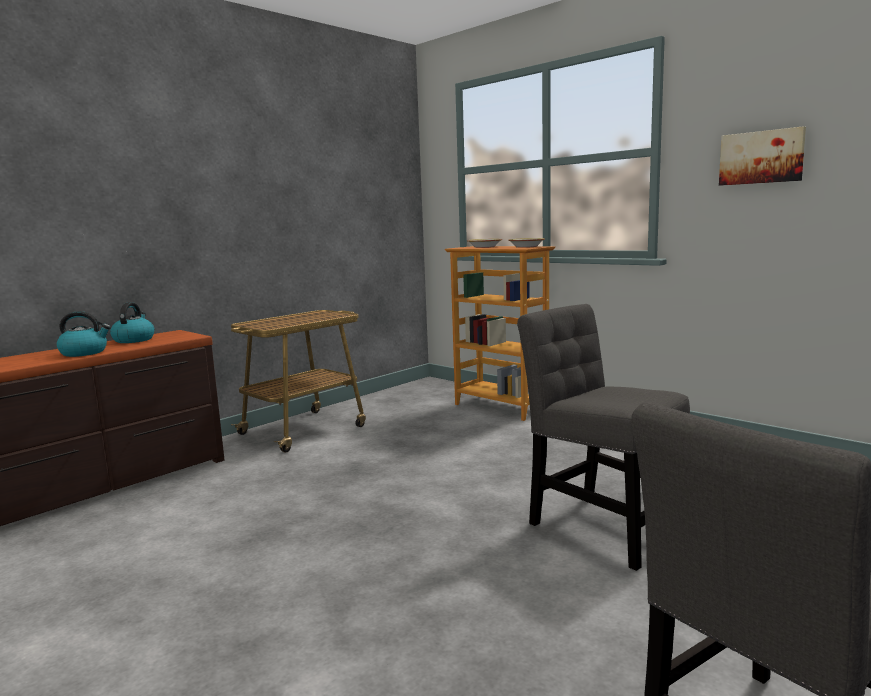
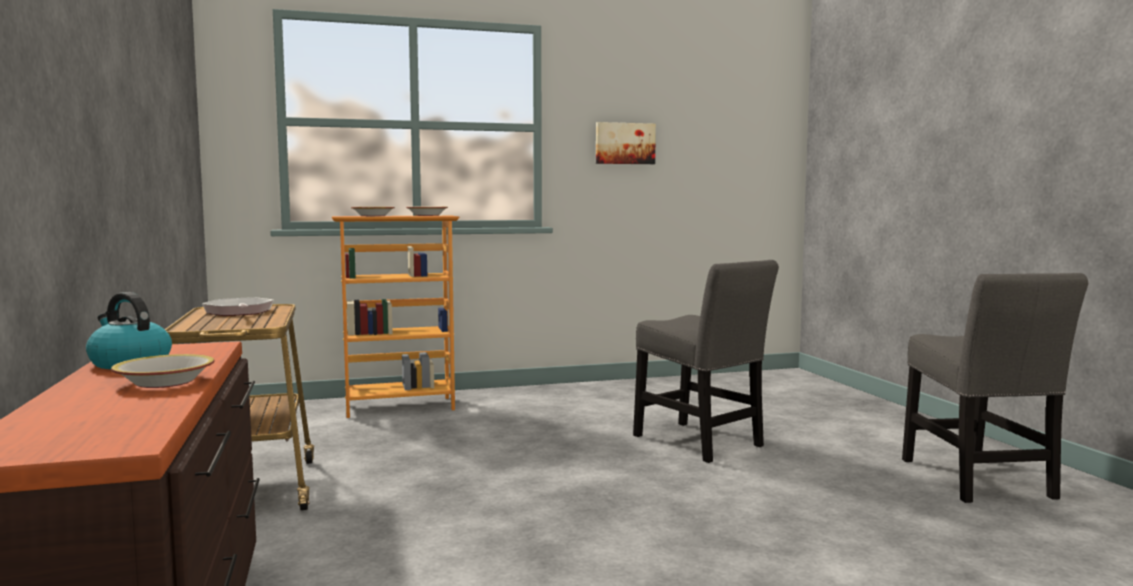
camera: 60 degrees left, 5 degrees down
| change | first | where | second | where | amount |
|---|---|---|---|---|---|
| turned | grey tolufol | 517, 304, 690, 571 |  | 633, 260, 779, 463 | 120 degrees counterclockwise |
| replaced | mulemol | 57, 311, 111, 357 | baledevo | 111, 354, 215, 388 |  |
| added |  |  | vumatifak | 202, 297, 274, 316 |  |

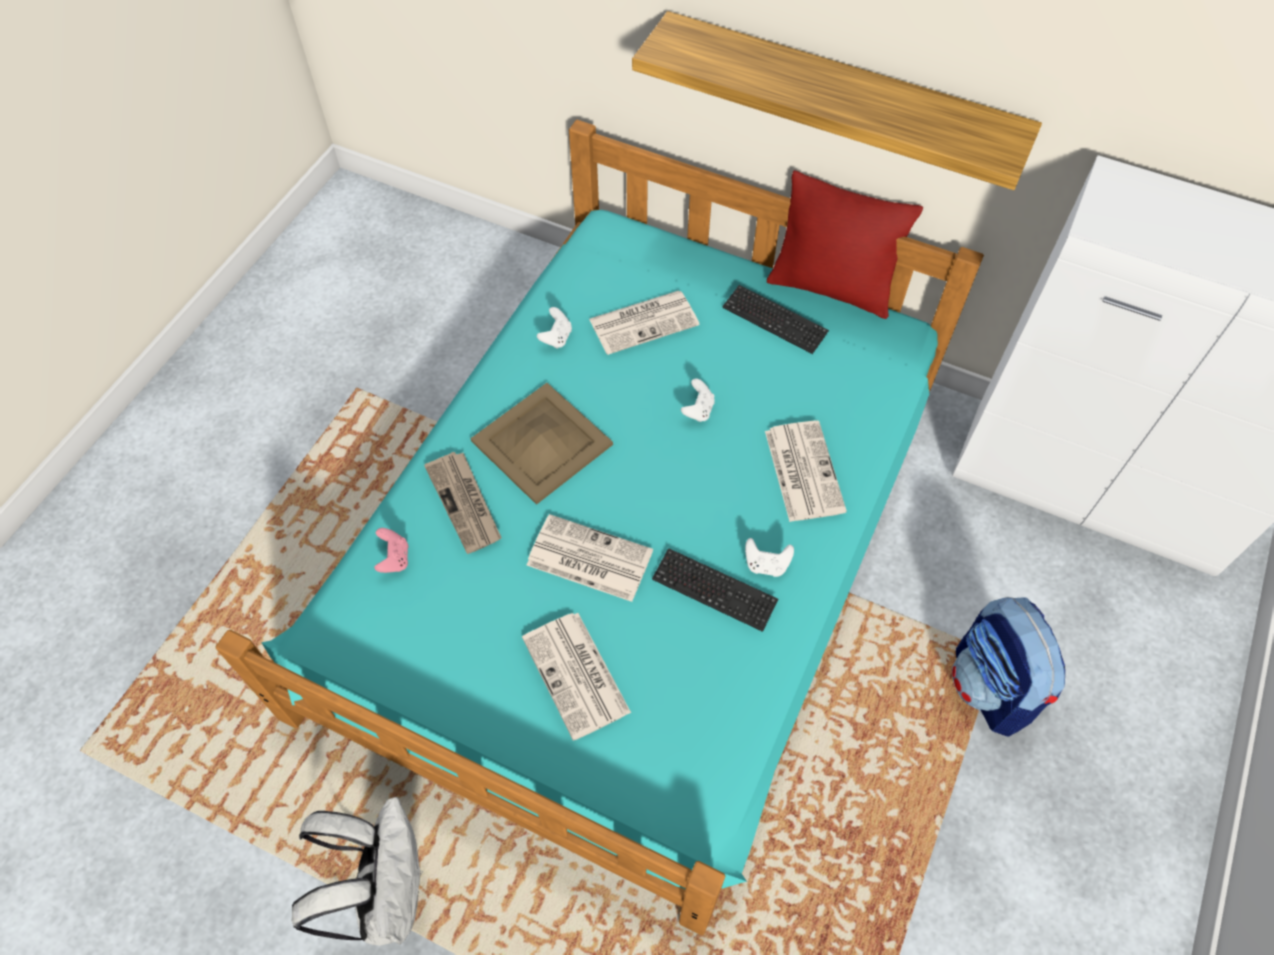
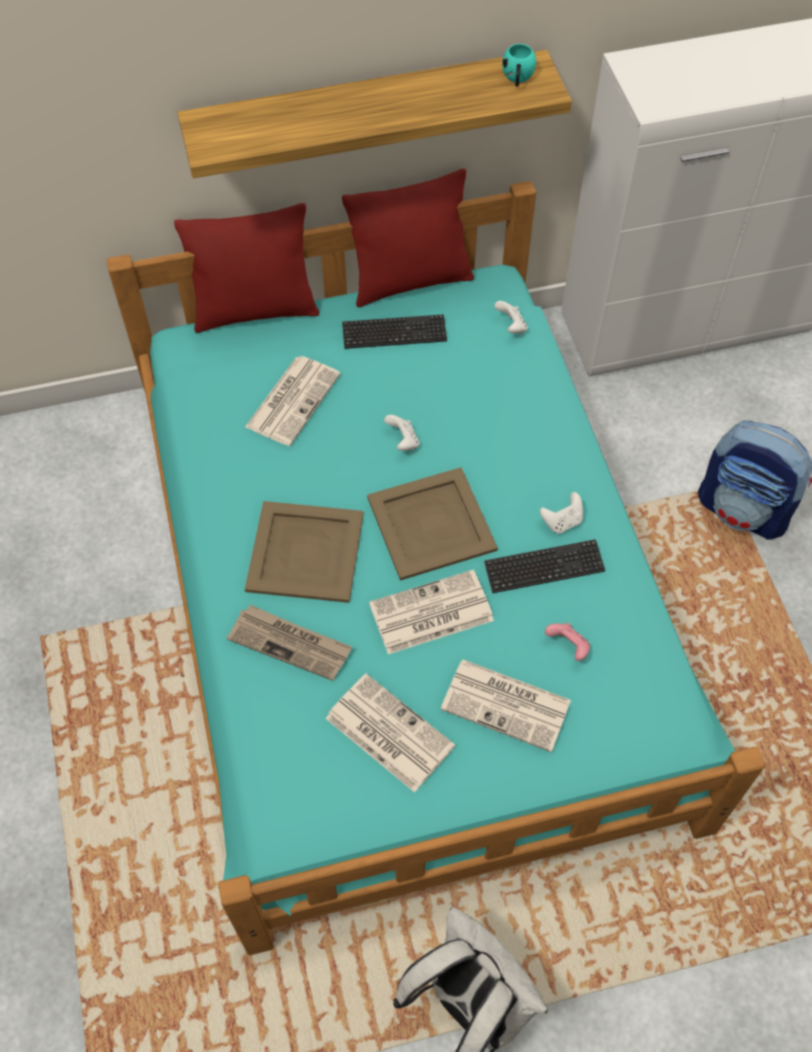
camera: 40 degrees left, 0 degrees up
| change | first | where | second | where | amount |
|---|---|---|---|---|---|
| moved | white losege | 537, 307, 572, 349 |  | 494, 301, 527, 334 |  |
| moved | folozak | 765, 420, 847, 522 |  | 325, 674, 455, 792 |  |
| moved | pink losege | 374, 528, 408, 573 |  | 545, 622, 590, 661 |  |
| added |  |  | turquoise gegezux | 502, 44, 536, 87 |  |
| added |  |  | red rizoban | 174, 203, 319, 333 |  |
| added |  |  | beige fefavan | 367, 467, 498, 581 |  |

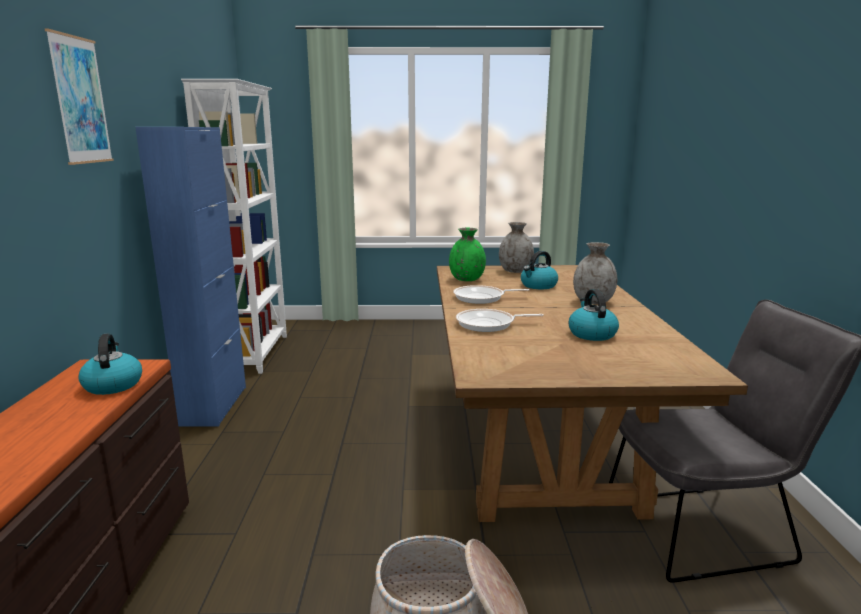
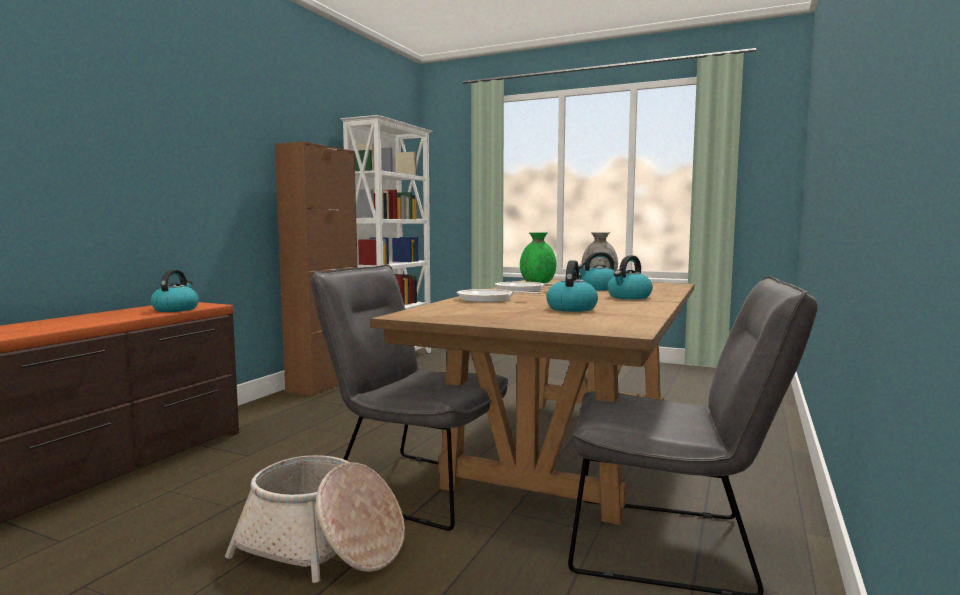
camera: 25 degrees right, 10 degrees down
| change | first | where | second | where | amount |
|---|---|---|---|---|---|
| removed | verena | 44, 28, 114, 165 |  |  |  |
| recoloured | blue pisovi | 135, 127, 246, 427 | brown pisovi | 275, 141, 358, 396 |  |
| replaced | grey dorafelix | 573, 242, 617, 304 | mulemol | 607, 255, 653, 299 |  |
| added |  |  | grey tolufol | 311, 265, 509, 531 |  |

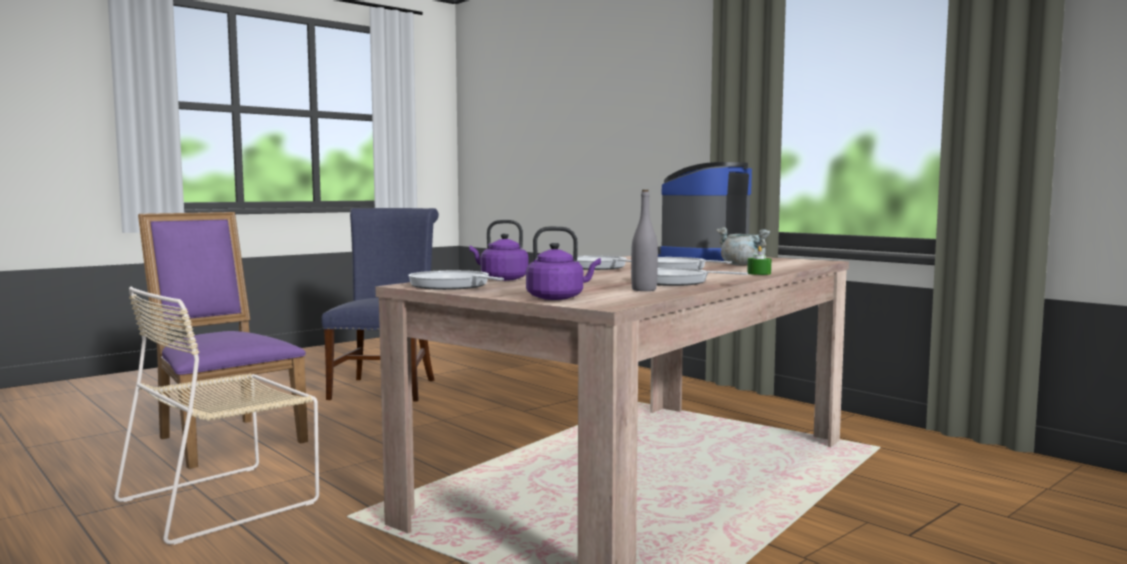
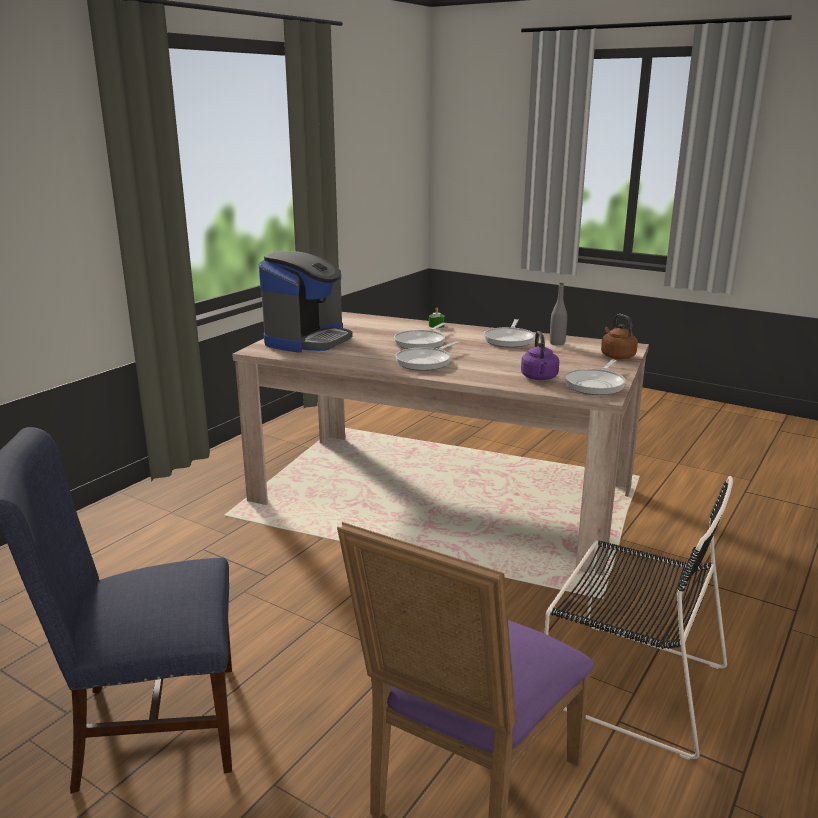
camera: 105 degrees left, 15 degrees up
| change | first | where | second | where | amount |
|---|---|---|---|---|---|
| turned | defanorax | 658, 162, 752, 262 |  | 259, 251, 353, 353 | 90 degrees counterclockwise |
| recoloured | purple mulemol | 526, 226, 601, 300 | brown mulemol | 601, 314, 638, 359 |  |
| removed | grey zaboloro | 716, 227, 771, 266 |  |  |  |
| recoloured | beige tolufol | 114, 287, 319, 545 | black tolufol | 545, 476, 733, 760 |  |

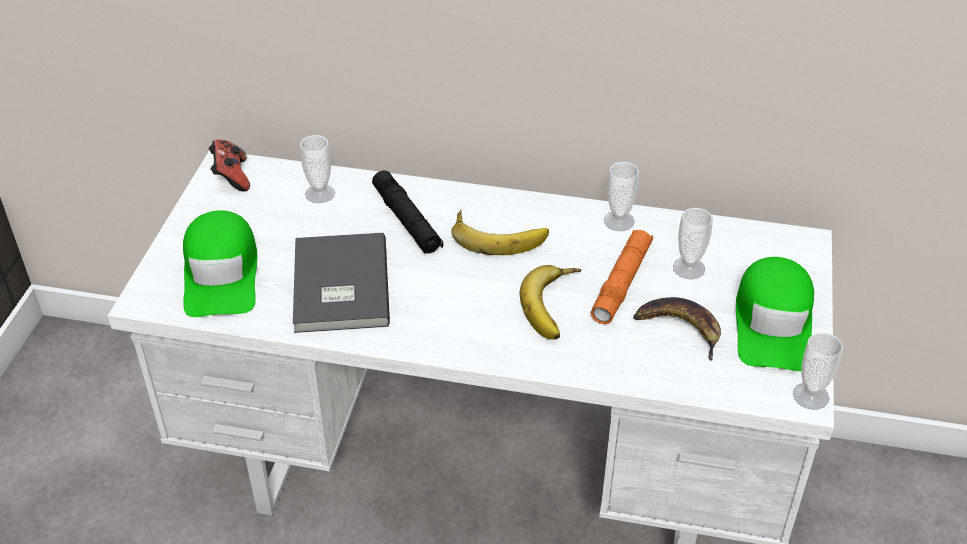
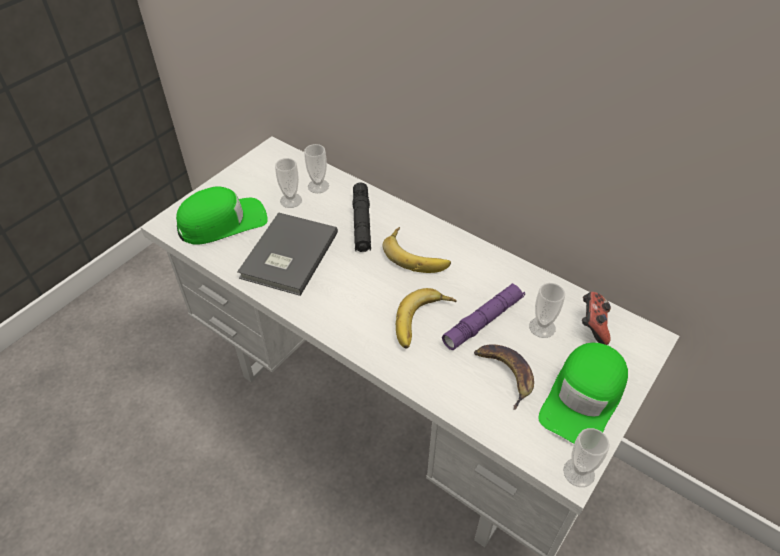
camera: 25 degrees right, 5 degrees up
| change | first | where | second | where | amount |
|---|---|---|---|---|---|
| moved | losege | 209, 139, 250, 192 |  | 582, 292, 611, 345 |  |
| moved | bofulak | 604, 162, 639, 231 |  | 275, 158, 302, 208 |  |
| turned | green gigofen | 183, 210, 257, 317 |  | 176, 186, 268, 244 | 135 degrees counterclockwise |
| recoloured | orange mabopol | 591, 230, 653, 324 | purple mabopol | 442, 283, 525, 350 |  |

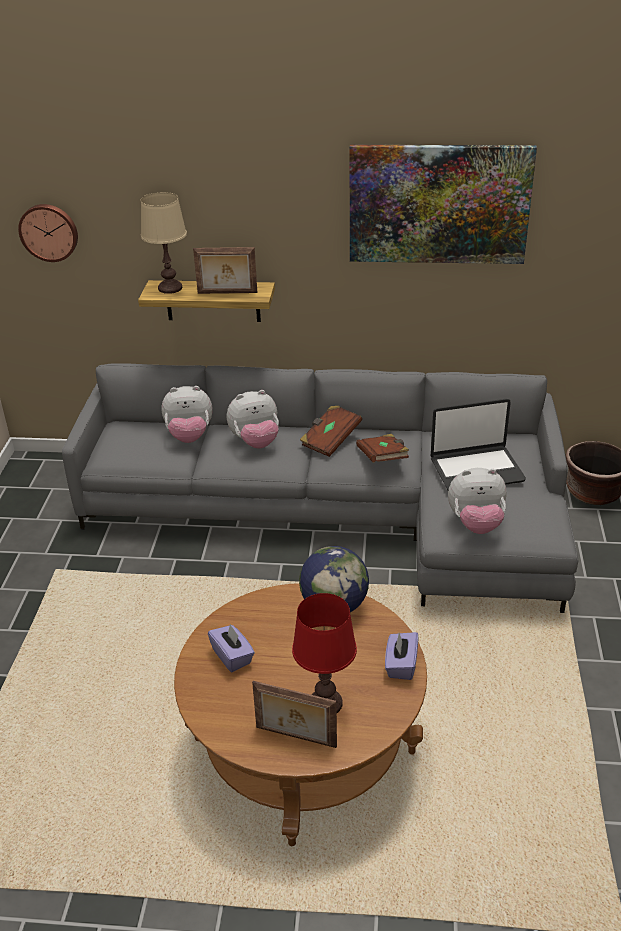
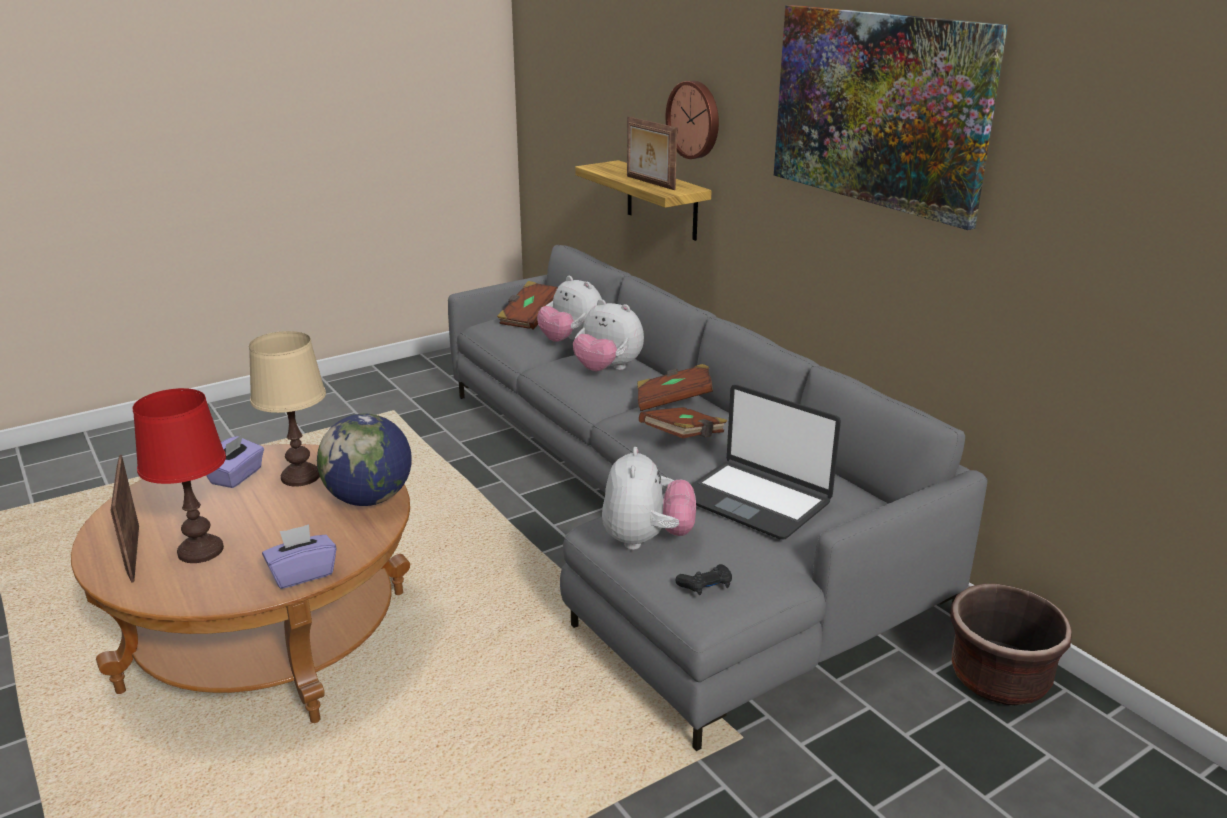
camera: 50 degrees right, 10 degrees down
| change | first | where | second | where | amount |
|---|---|---|---|---|---|
| moved | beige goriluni | 141, 192, 187, 294 |  | 249, 331, 326, 487 |  |
| moved | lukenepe | 18, 204, 78, 262 |  | 666, 81, 719, 159 |  |
| turned | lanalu | 448, 468, 507, 534 |  | 602, 447, 696, 550 | 135 degrees counterclockwise |
| added |  |  | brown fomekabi | 497, 281, 558, 330 |  |
| added |  |  | black losege | 676, 564, 732, 595 |  |

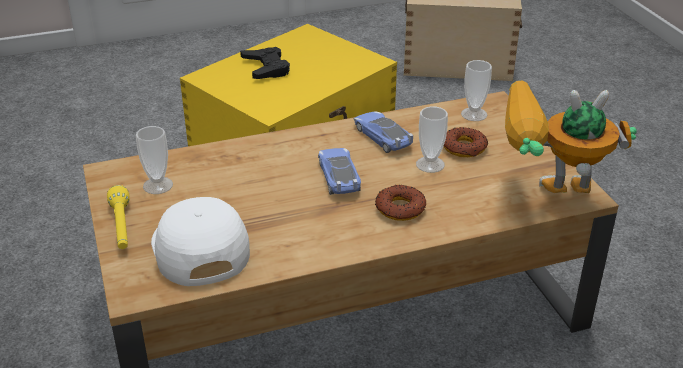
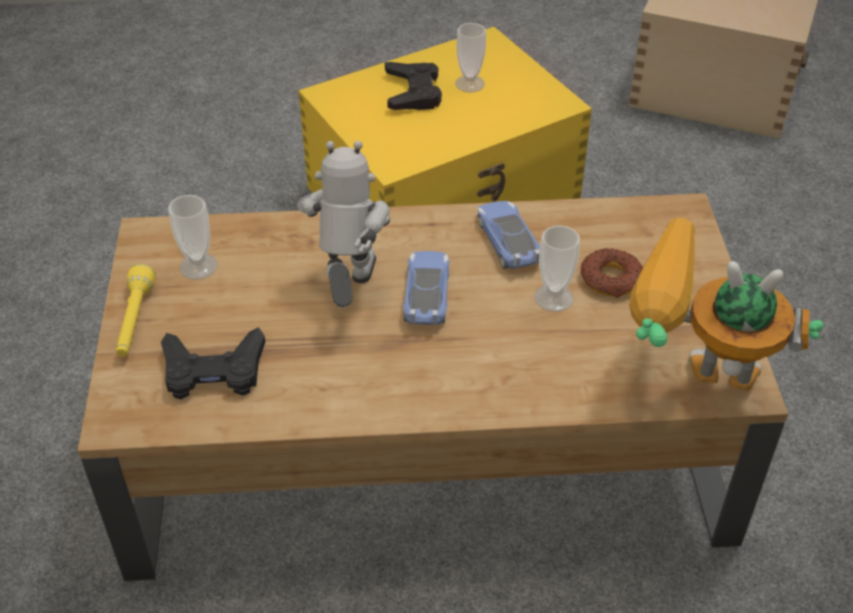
camera: 15 degrees right, 10 degrees up
| change | first | where | second | where | amount |
|---|---|---|---|---|---|
| moved | bofulak | 461, 60, 492, 121 |  | 455, 23, 486, 93 |  |
| removed | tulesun | 375, 185, 426, 221 |  |  |  |
| replaced | white gigofen | 151, 197, 250, 286 | black losege | 161, 327, 265, 399 |  |
| added |  |  | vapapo | 297, 141, 390, 308 |  |

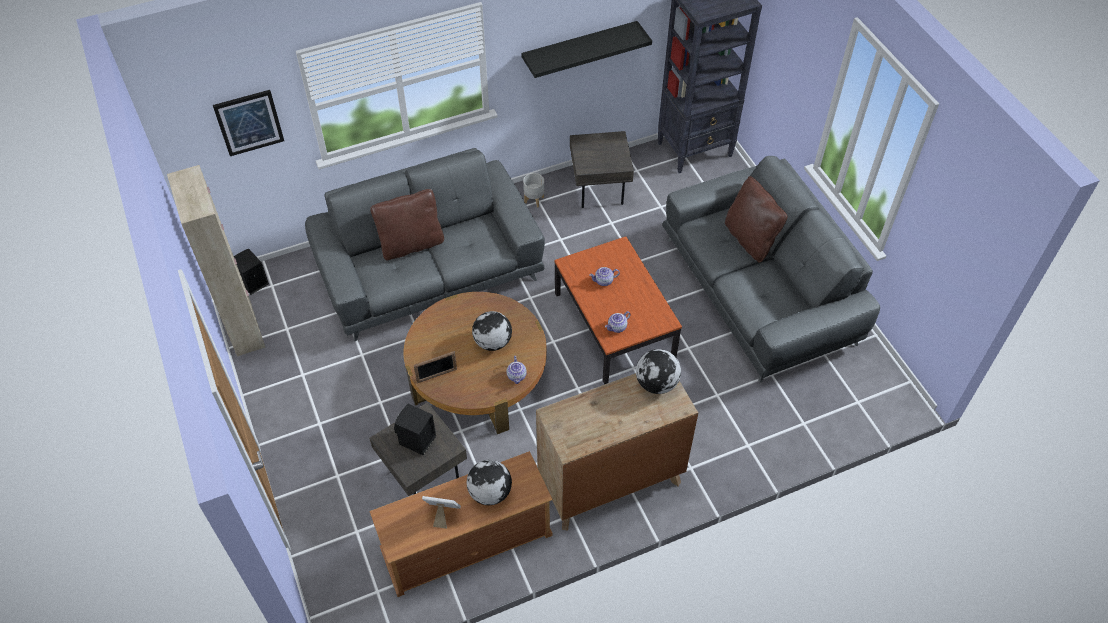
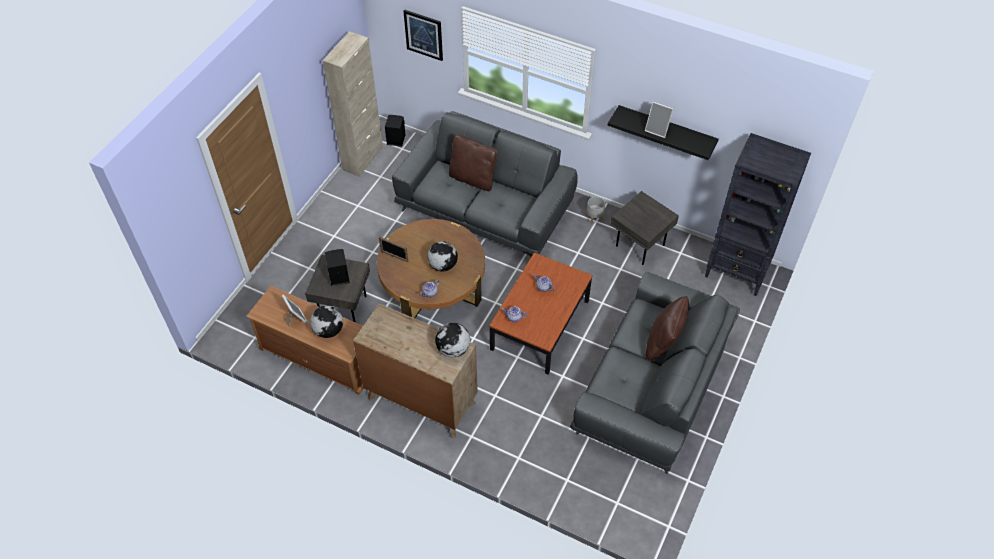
camera: 50 degrees right, 0 degrees up
| change | first | where | second | where | amount |
|---|---|---|---|---|---|
| added |  |  | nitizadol | 645, 101, 674, 138 |  |

